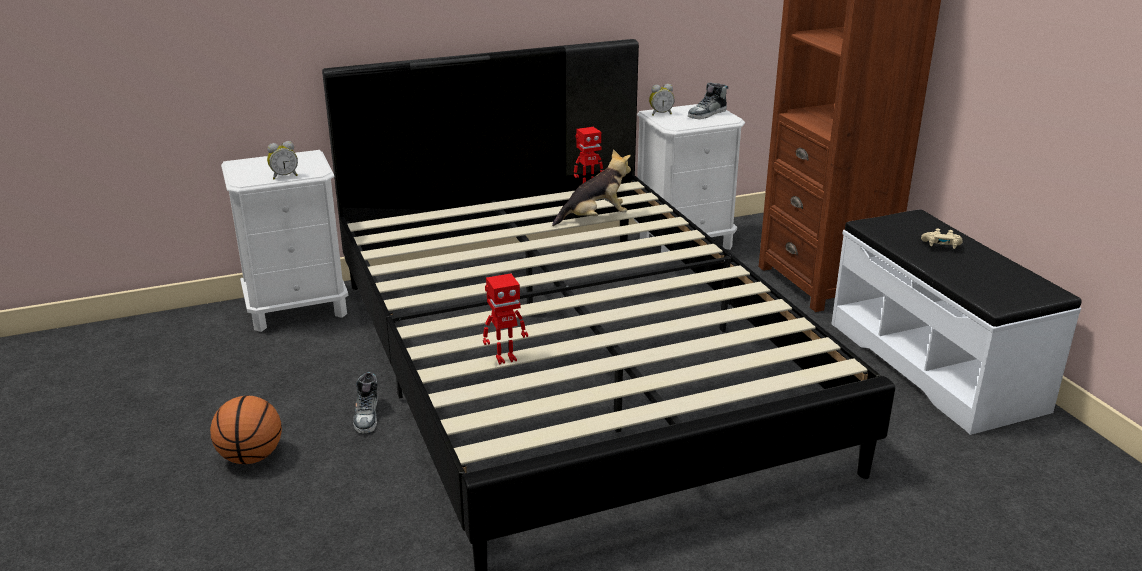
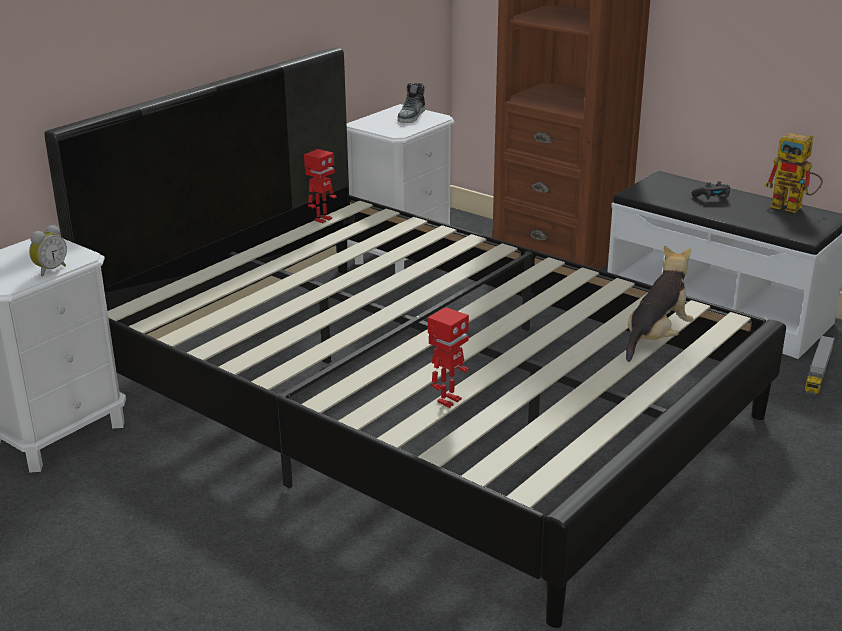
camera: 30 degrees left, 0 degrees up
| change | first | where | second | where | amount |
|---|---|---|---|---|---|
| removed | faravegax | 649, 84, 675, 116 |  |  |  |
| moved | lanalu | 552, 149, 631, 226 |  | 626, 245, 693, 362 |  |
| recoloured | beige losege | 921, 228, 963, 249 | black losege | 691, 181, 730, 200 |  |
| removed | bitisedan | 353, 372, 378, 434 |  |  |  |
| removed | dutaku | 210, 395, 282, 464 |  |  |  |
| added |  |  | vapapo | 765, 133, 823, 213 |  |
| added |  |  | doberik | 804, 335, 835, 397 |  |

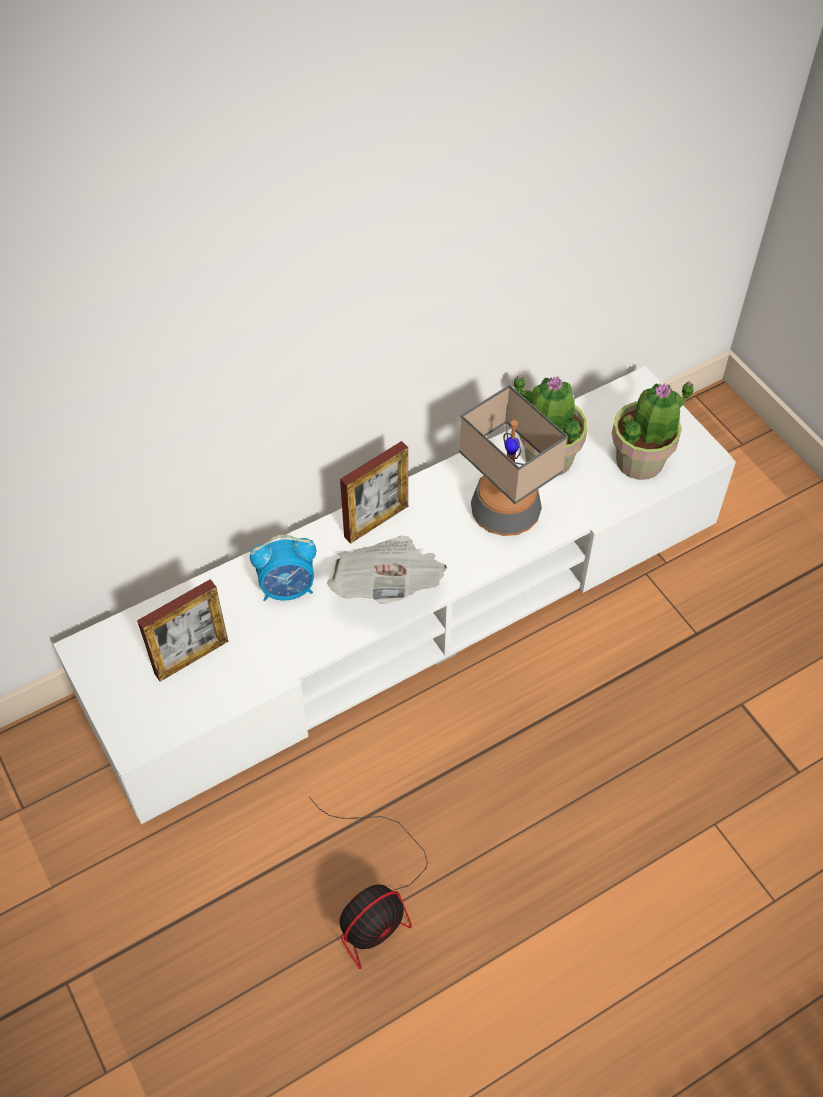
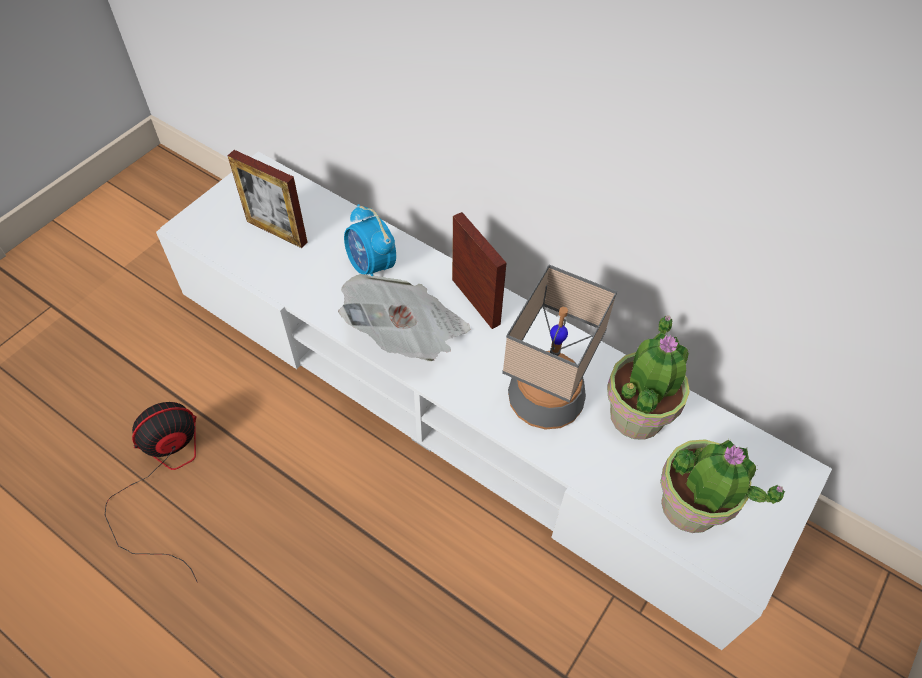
camera: 65 degrees right, 0 degrees up
| change | first | where | second | where | amount |
|---|---|---|---|---|---|
| turned | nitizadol | 340, 441, 408, 544 |  | 452, 212, 507, 329 | 150 degrees counterclockwise |
| turned | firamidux | 309, 797, 428, 969 |  | 105, 402, 198, 583 | 120 degrees clockwise |

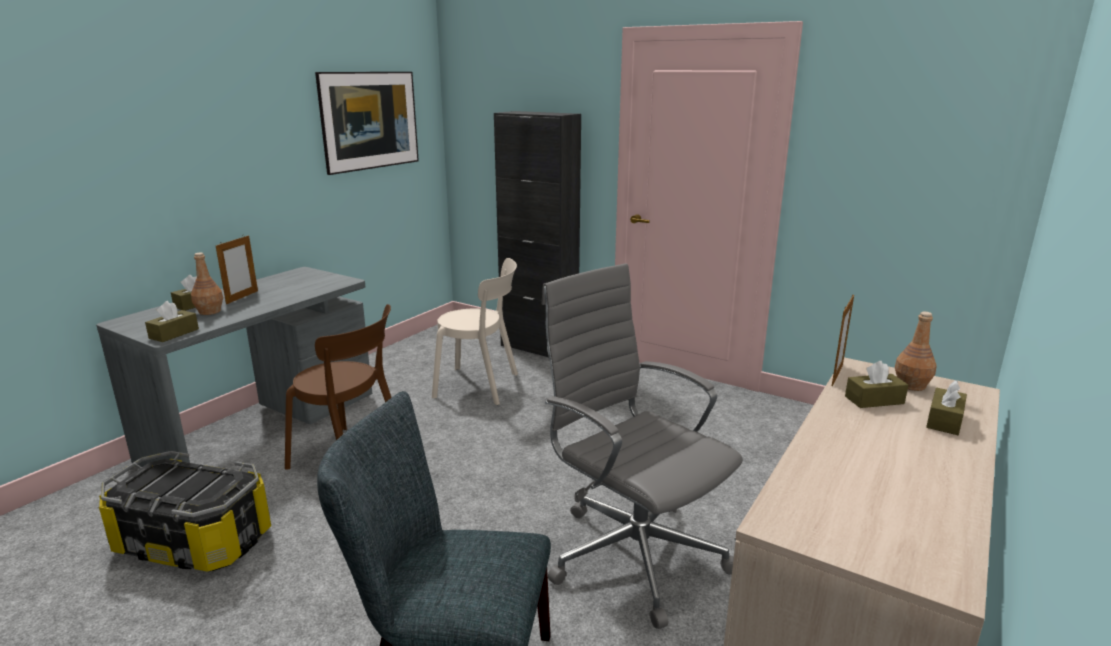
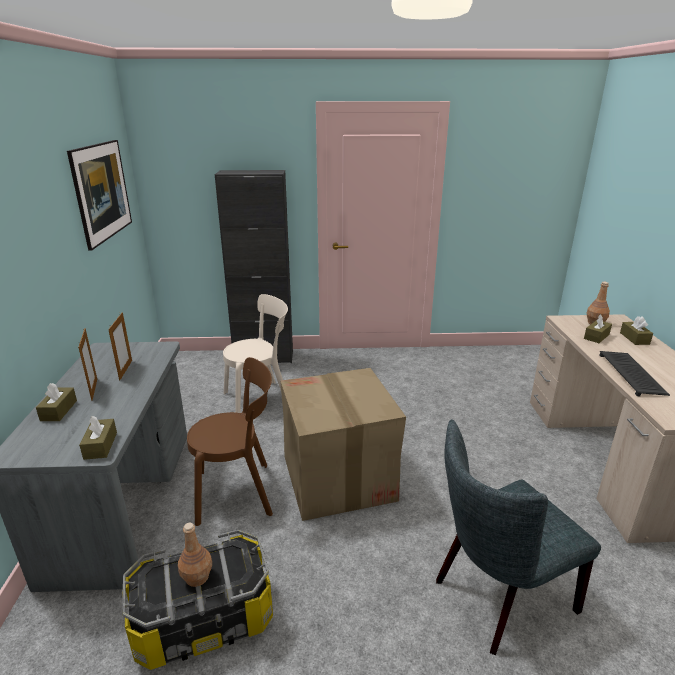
camera: 35 degrees left, 5 degrees up
| change | first | where | second | where | amount |
|---|---|---|---|---|---|
| moved | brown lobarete | 191, 253, 223, 315 |  | 178, 523, 212, 587 |  |
| removed | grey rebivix | 541, 263, 743, 629 |  |  |  |
| moved | nitizadol | 832, 295, 854, 386 |  | 108, 312, 132, 381 |  |
| added |  |  | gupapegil | 600, 351, 670, 396 |  |
| added |  |  | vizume | 280, 368, 406, 521 |  |

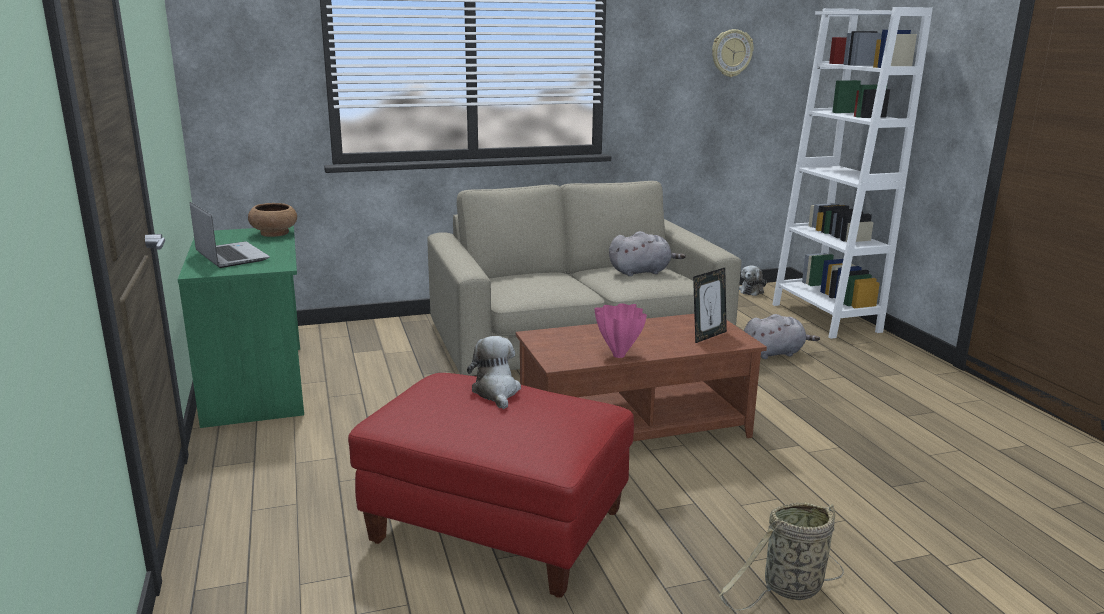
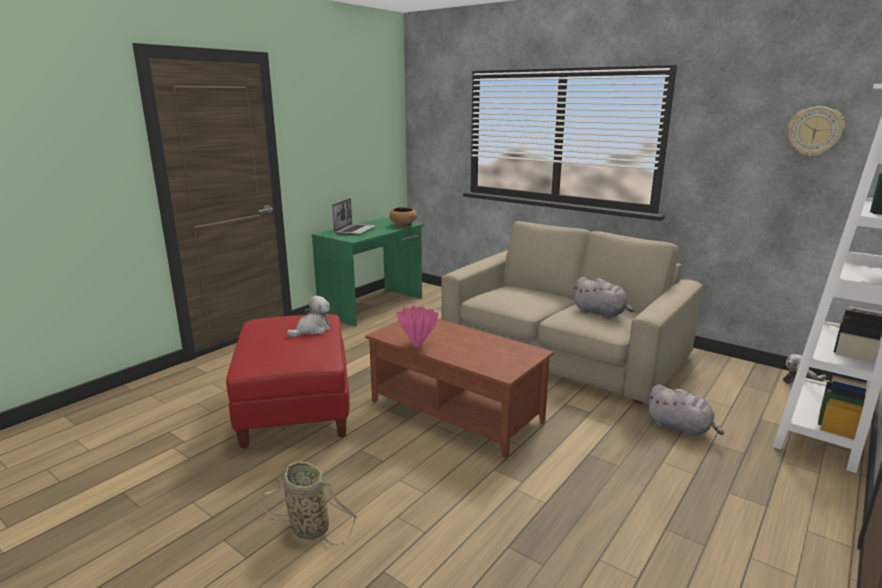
camera: 55 degrees right, 0 degrees up
| change | first | where | second | where | amount |
|---|---|---|---|---|---|
| removed | nitizadol | 693, 268, 727, 343 |  |  |  |

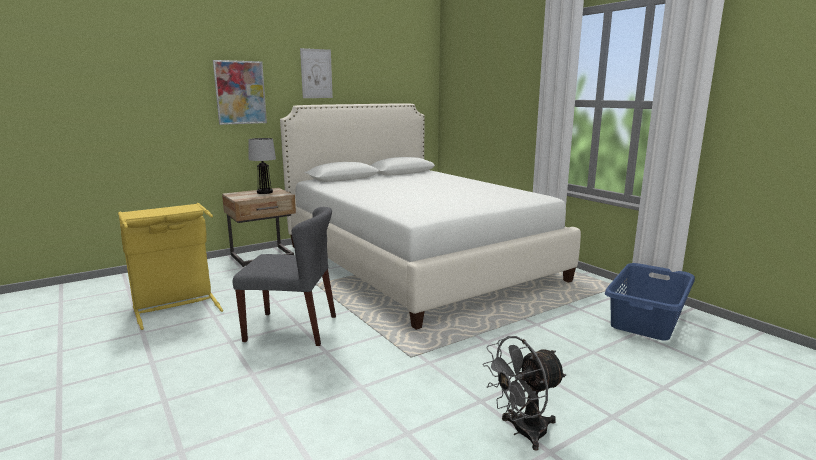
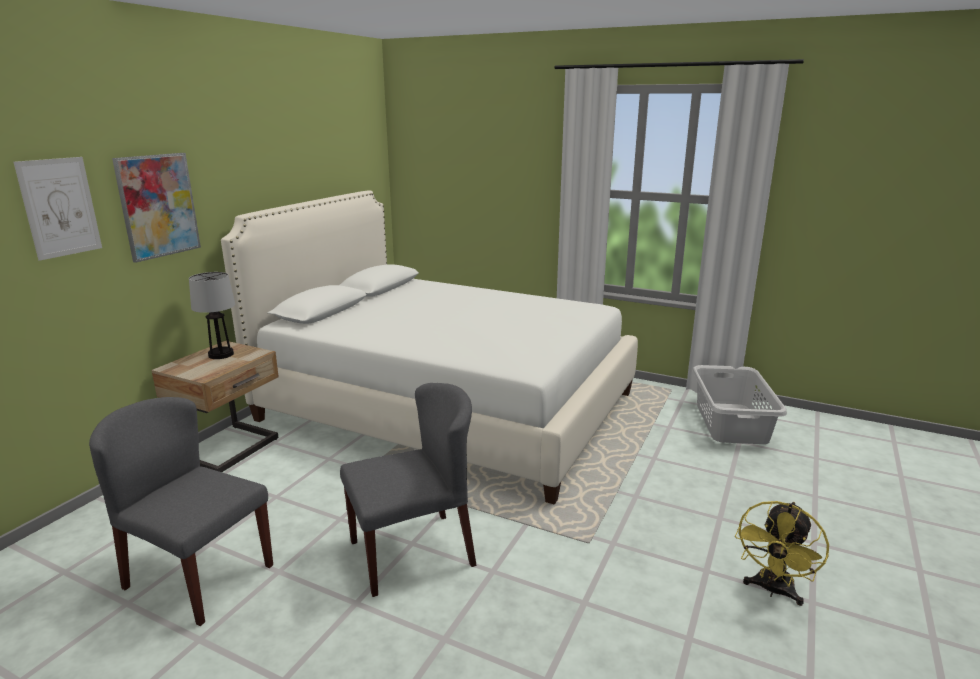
camera: 30 degrees left, 5 degrees up
| change | first | where | second | where | amount |
|---|---|---|---|---|---|
| moved | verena | 300, 48, 333, 98 |  | 13, 157, 102, 261 |  |
| replaced | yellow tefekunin | 118, 203, 223, 330 | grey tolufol | 89, 397, 273, 626 |  |
| recoloured | blue tefekunin | 605, 263, 695, 340 | grey tefekunin | 692, 365, 787, 444 |  |
| recoloured | grey firamidux | 483, 336, 567, 451 | yellow firamidux | 735, 501, 829, 606 |  |

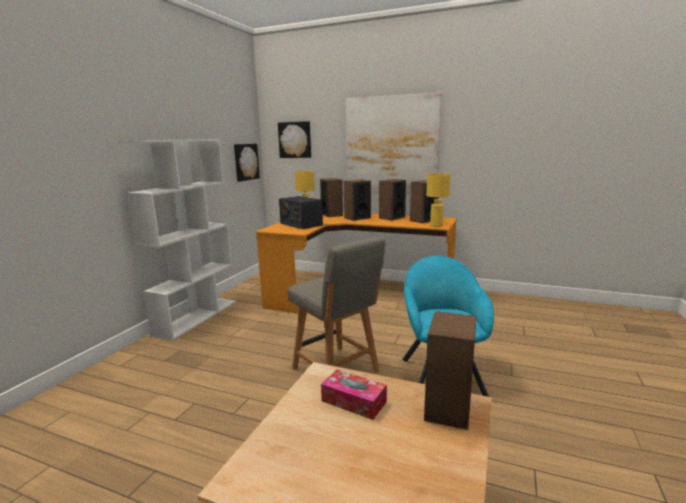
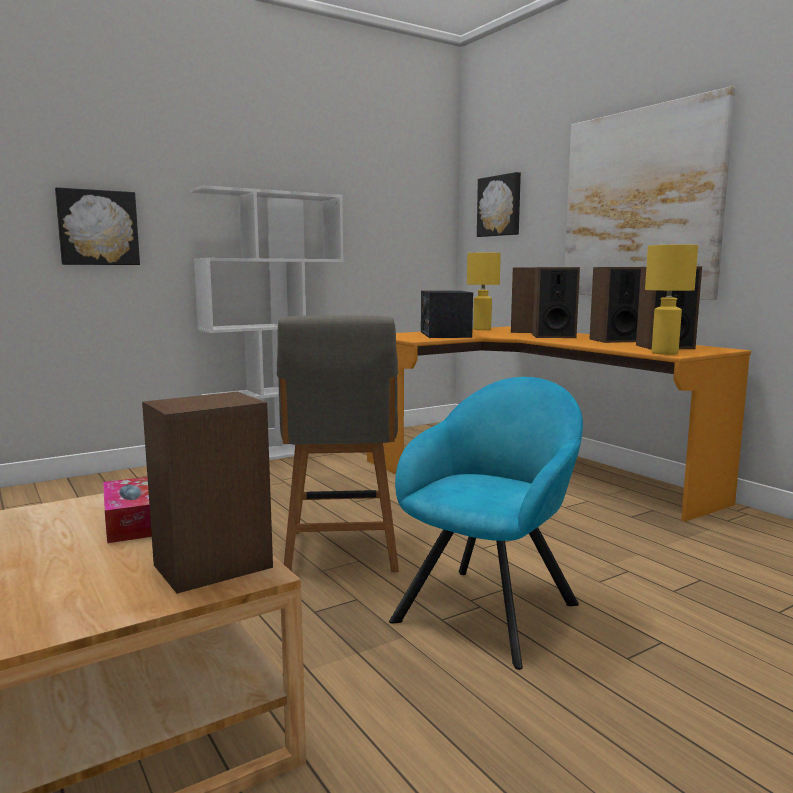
camera: 35 degrees right, 5 degrees down
| change | first | where | second | where | amount |
|---|---|---|---|---|---|
| moved | verena | 234, 144, 260, 182 |  | 55, 187, 140, 265 |  |

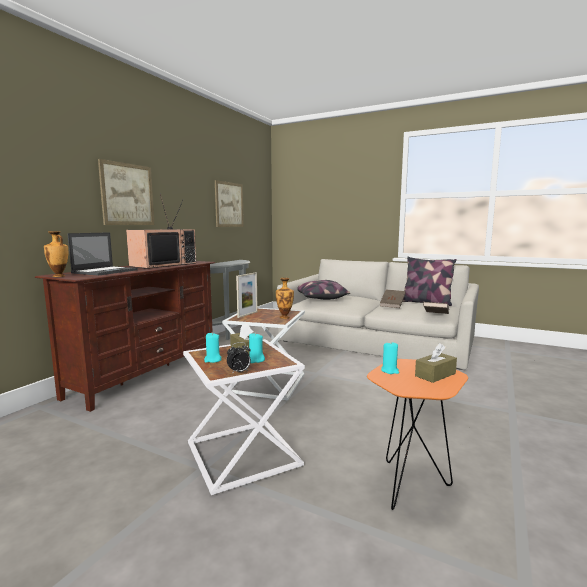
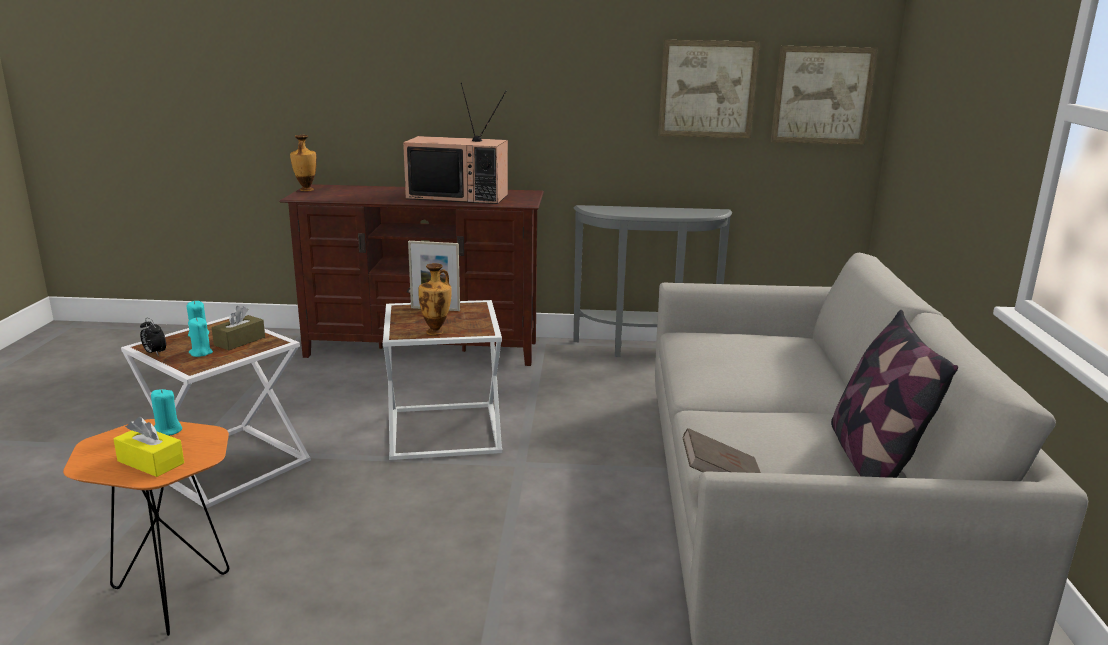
camera: 65 degrees right, 10 degrees up
| change | first | where | second | where | amount |
|---|---|---|---|---|---|
| moved | verena | 98, 159, 154, 225 |  | 771, 46, 878, 145 |  |
| removed | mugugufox | 67, 232, 138, 276 |  |  |  |
| removed | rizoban | 297, 280, 350, 300 |  |  |  |
| removed | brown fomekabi | 380, 290, 406, 308 |  |  |  |
| recoloured | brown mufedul | 415, 343, 457, 383 | yellow mufedul | 113, 417, 184, 477 |  |

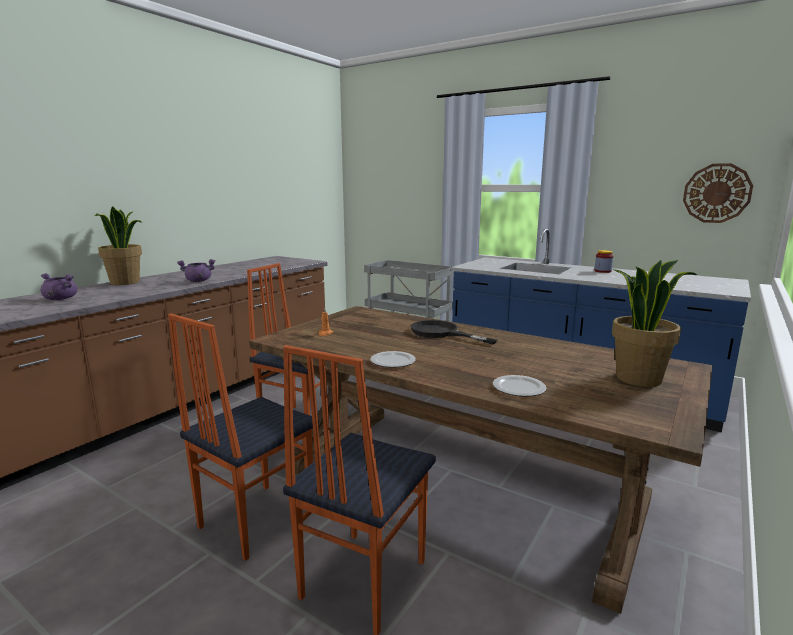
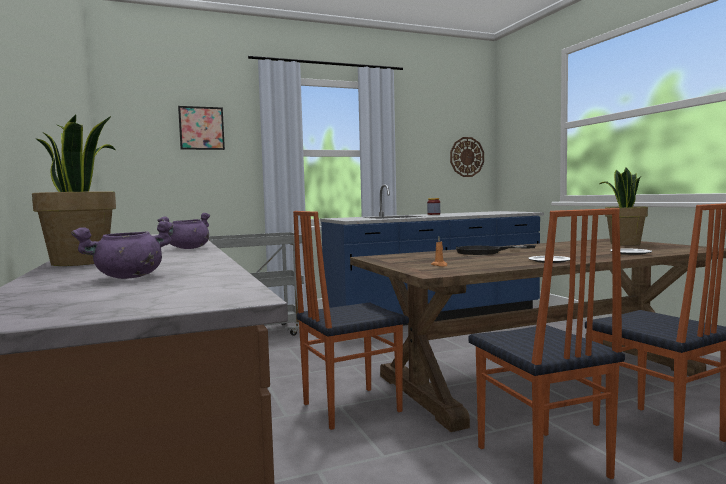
camera: 55 degrees left, 10 degrees down
| change | first | where | second | where | amount |
|---|---|---|---|---|---|
| added |  |  | verena | 178, 106, 225, 150 |  |

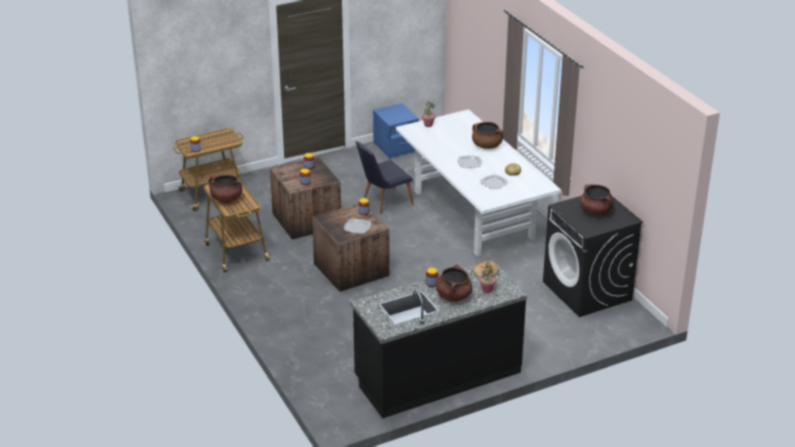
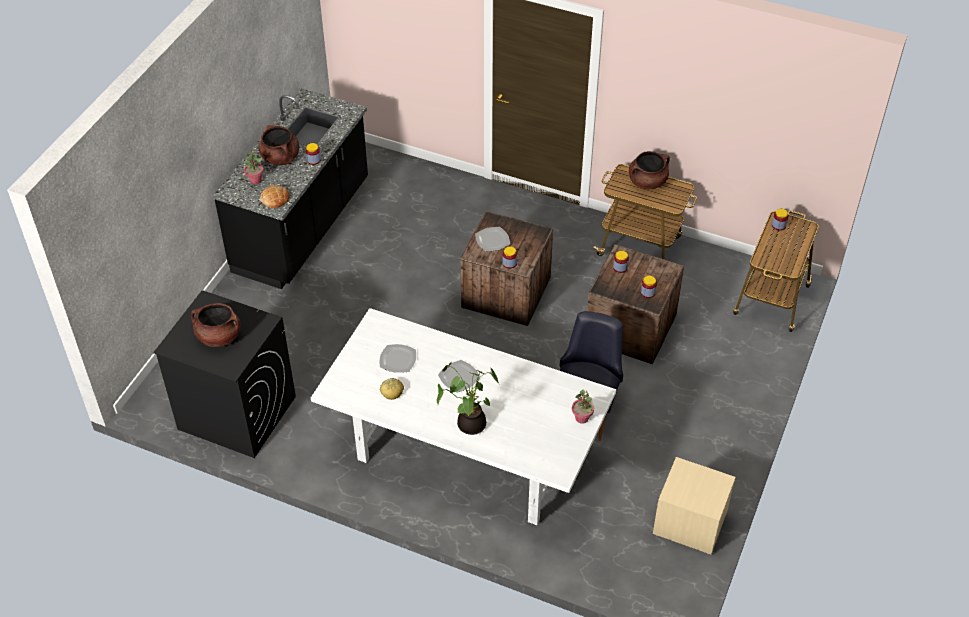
camera: 140 degrees right, 15 degrees up
| change | first | where | second | where | amount |
|---|---|---|---|---|---|
| recoloured | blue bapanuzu | 373, 103, 419, 158 | beige bapanuzu | 653, 457, 736, 554 |  |
| replaced | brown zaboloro | 472, 122, 503, 149 | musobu | 436, 362, 499, 435 |  |

